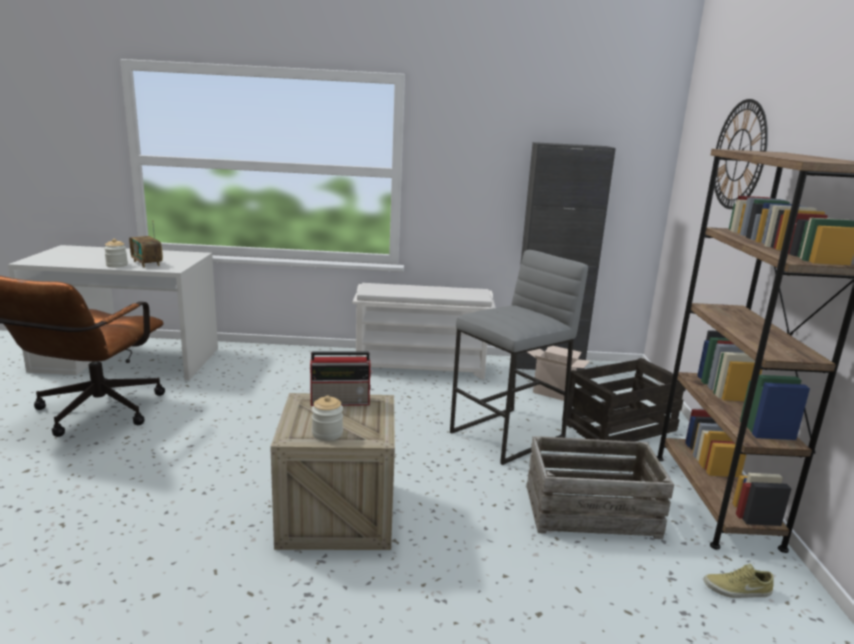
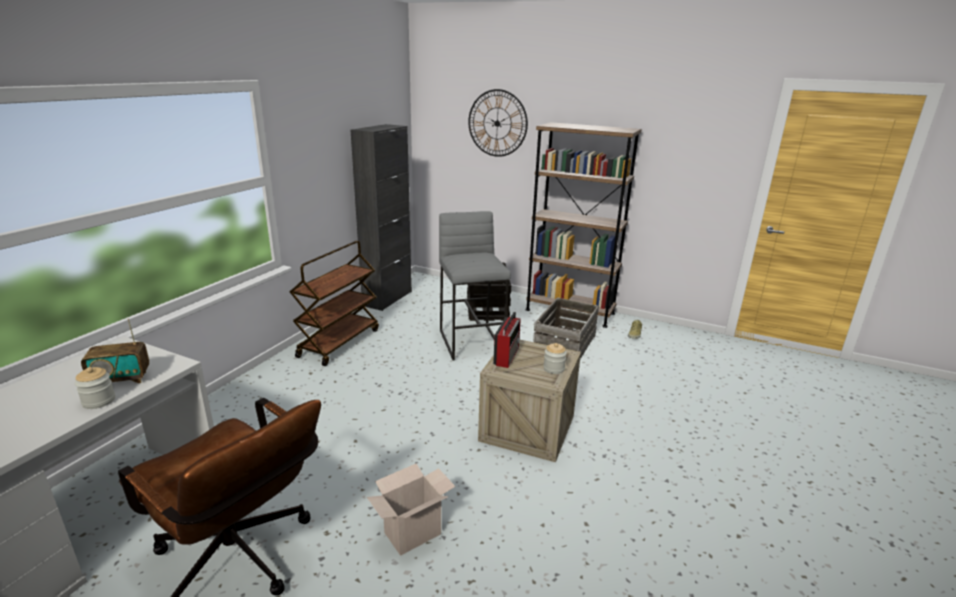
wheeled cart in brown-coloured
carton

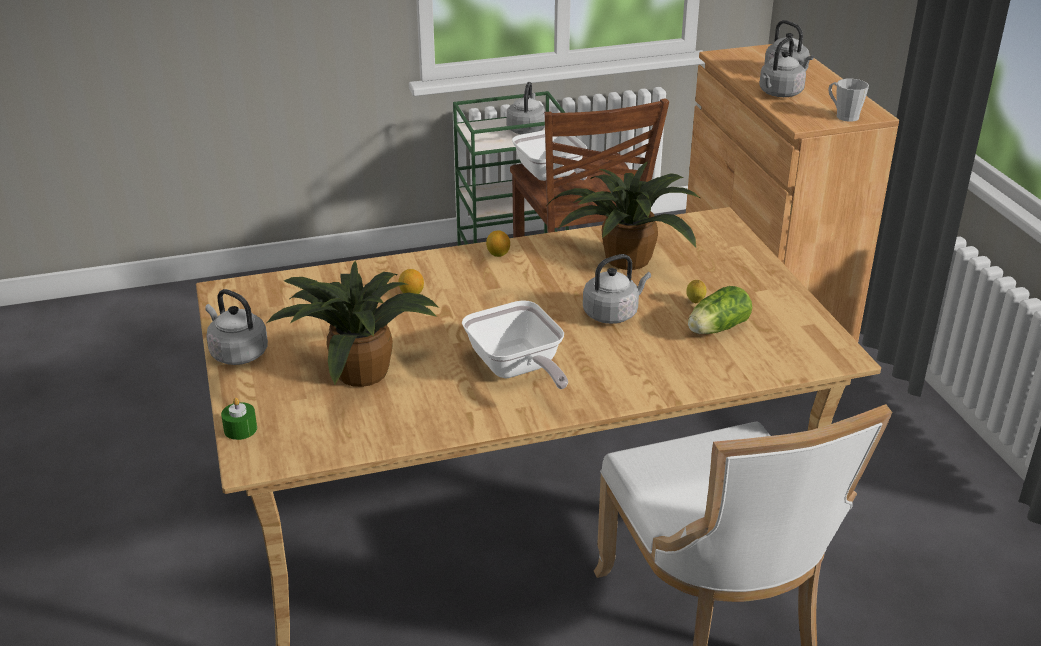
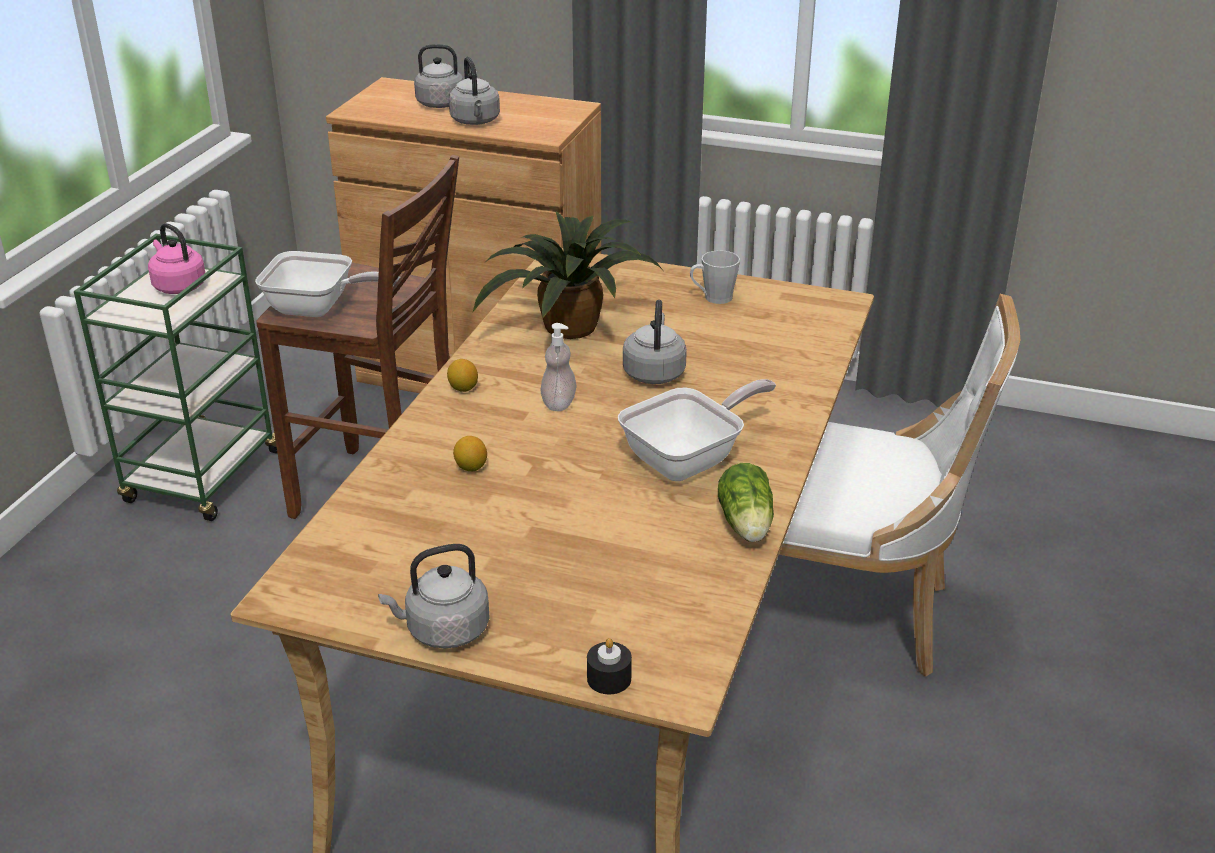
mug in grey
tea kettle in pink
houseplant (1st from left in the first image)
lemon (3rd from left in the first image)
lettuce head
pan (2nd from left)
wax candle in blackish
soap bottle

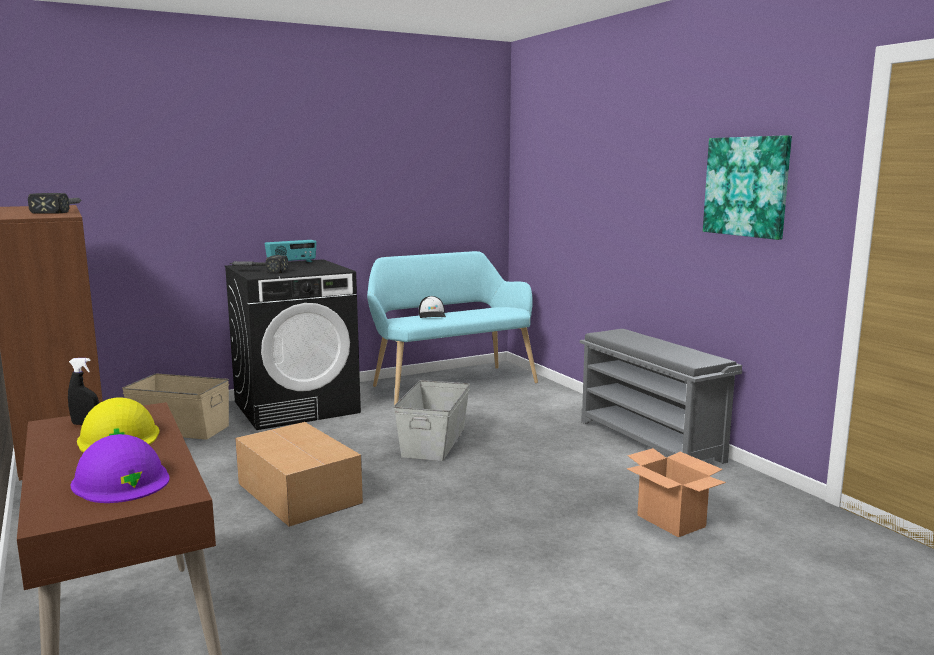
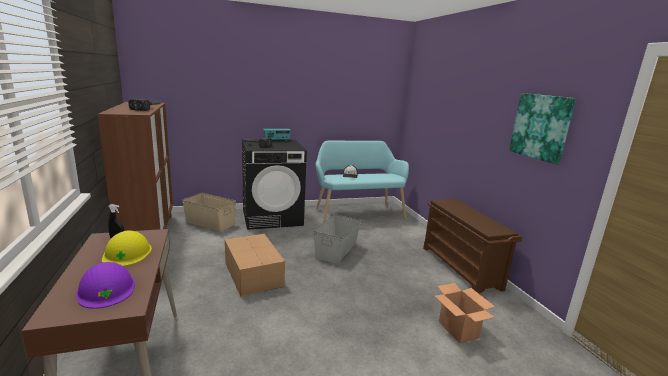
shoe shelf in brown-coloured

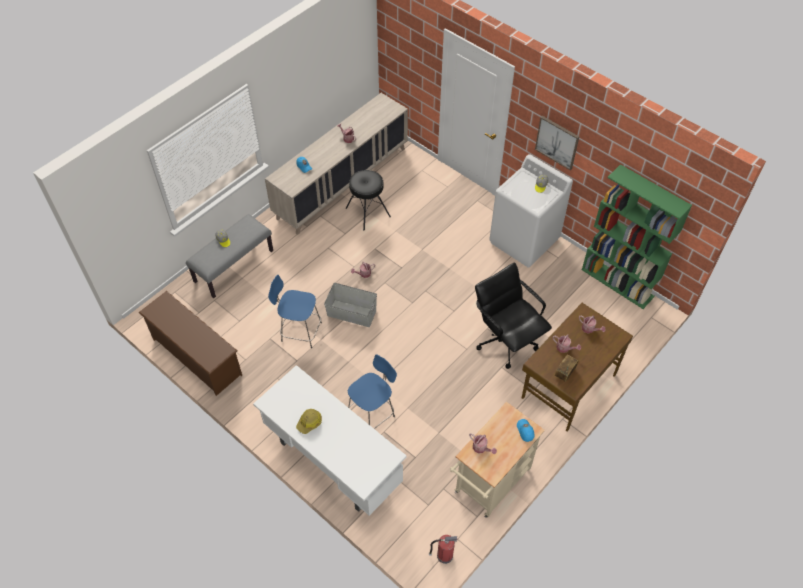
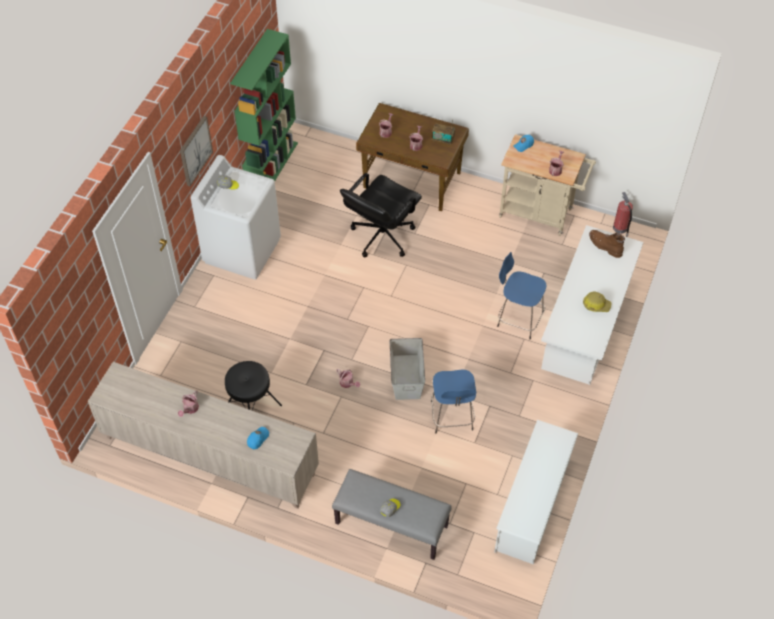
shoe shelf in whitish
boot in brown-coloured

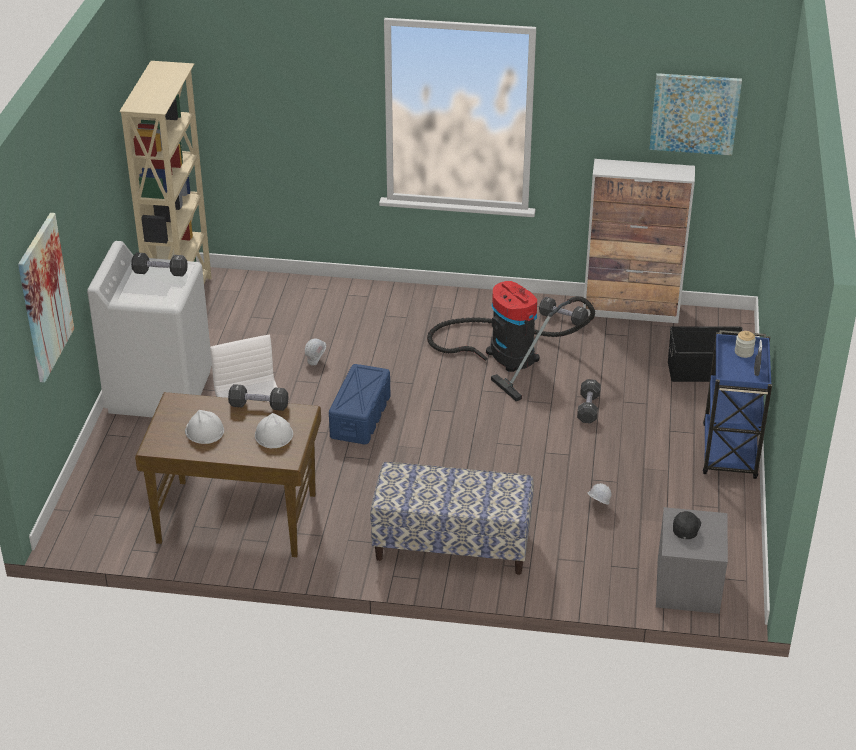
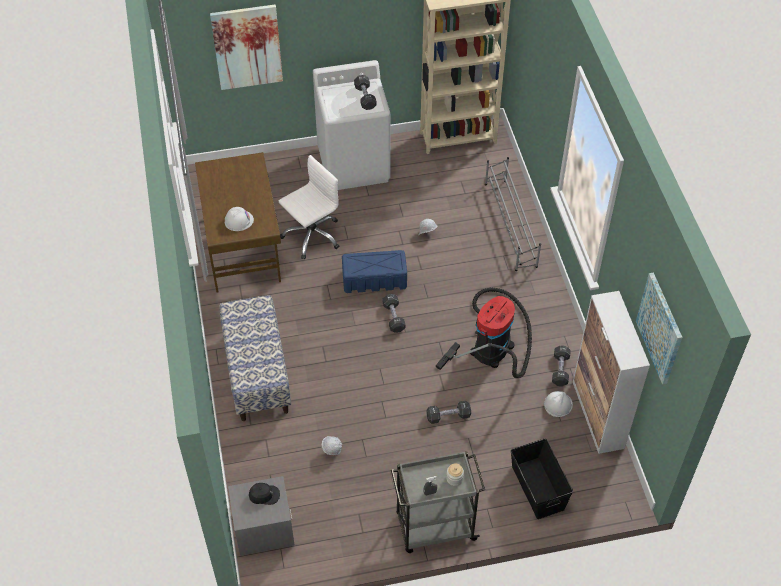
wheeled cart in grey
hand weight in blackish (2nd from left)
work helmet in whitish (4th from left)
shoe shelf in grey

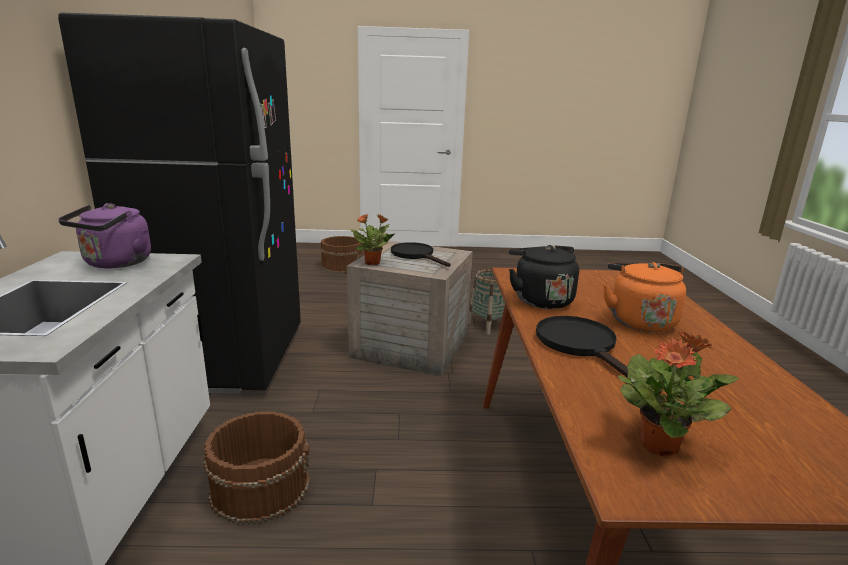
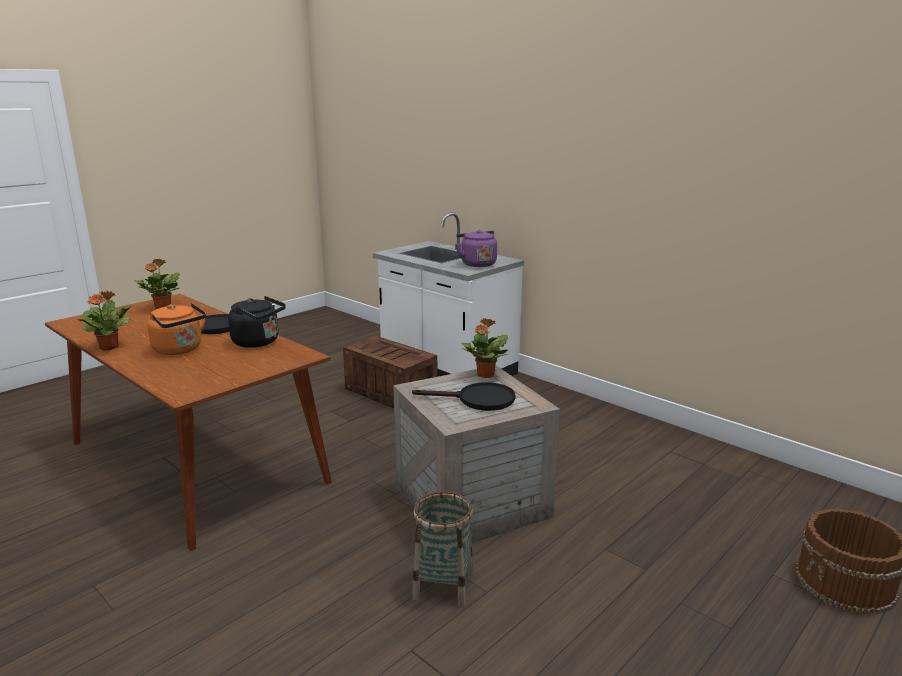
kitchen fridge in blackish
shipping crate (1st from left)
houseplant (1st from left)

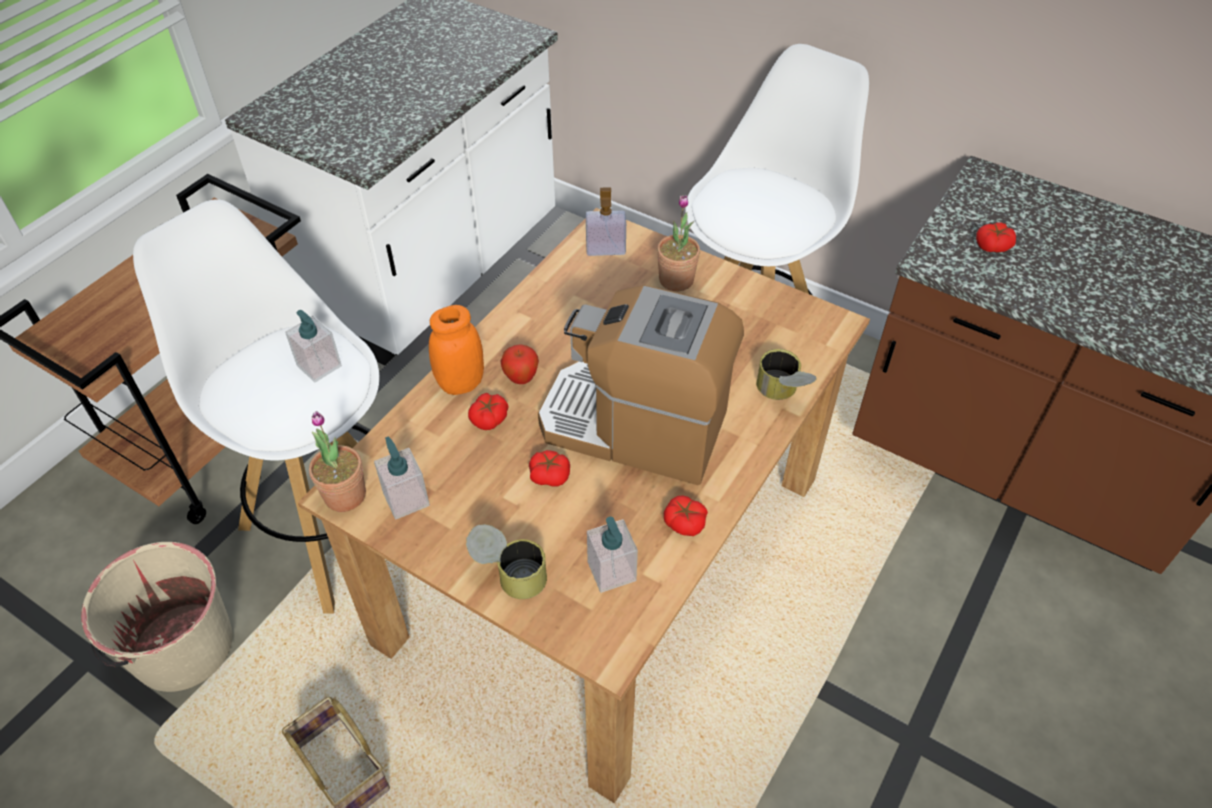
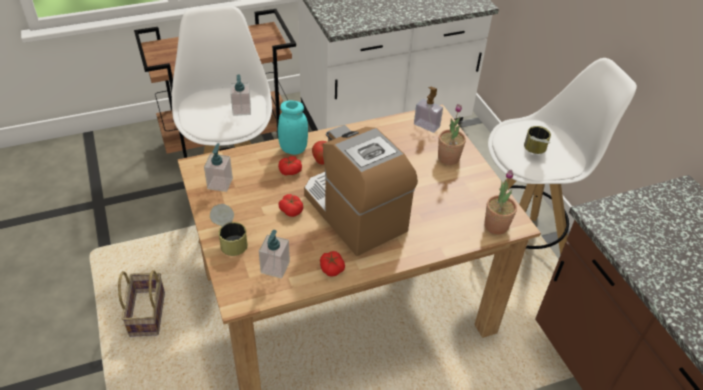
tomato (4th from left in the first image)
storage jar in turquoise
sealed can (2nd from left)
houseplant (2nd from left)
bucket in beige-coloured

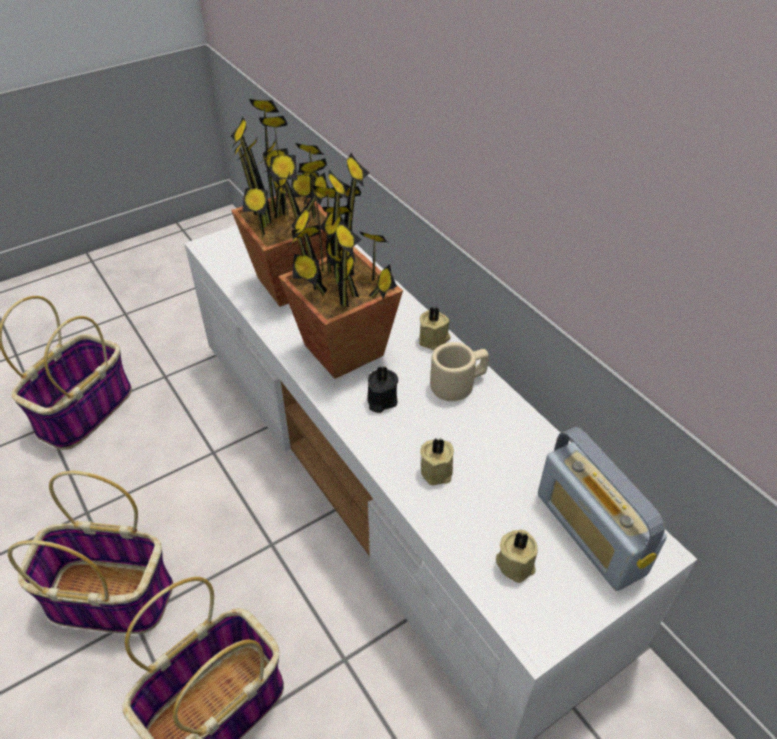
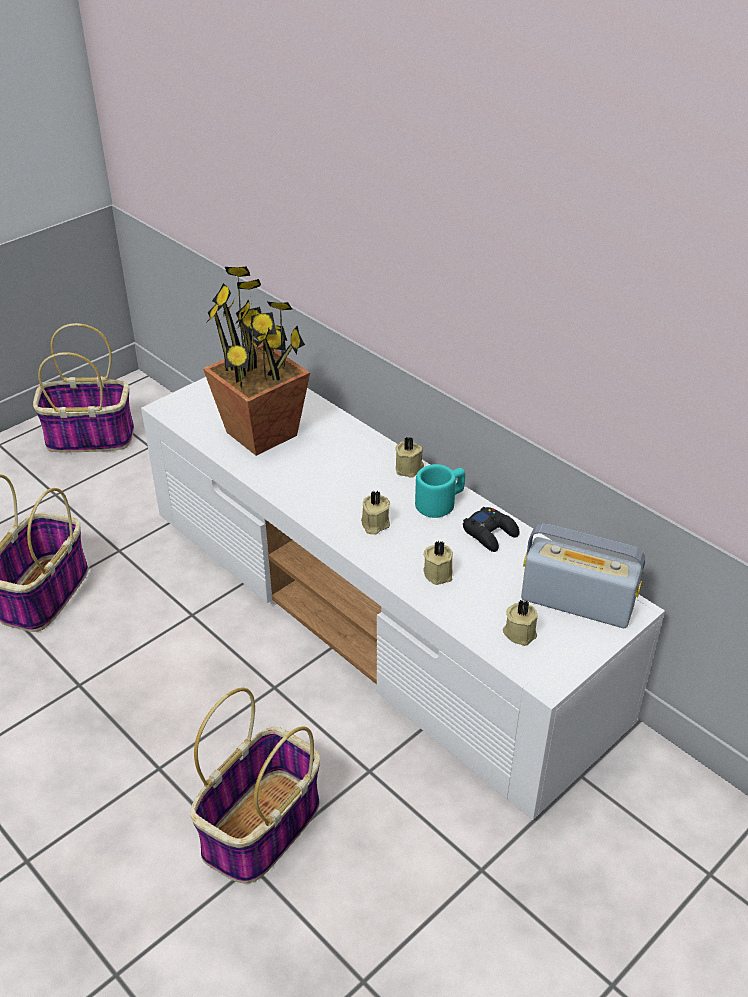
houseplant (2nd from left in the first image)
mug in turquoise
wax candle in beige-coloured (1st from left)
radio
basket (2nd from left)
gamepad in blackish

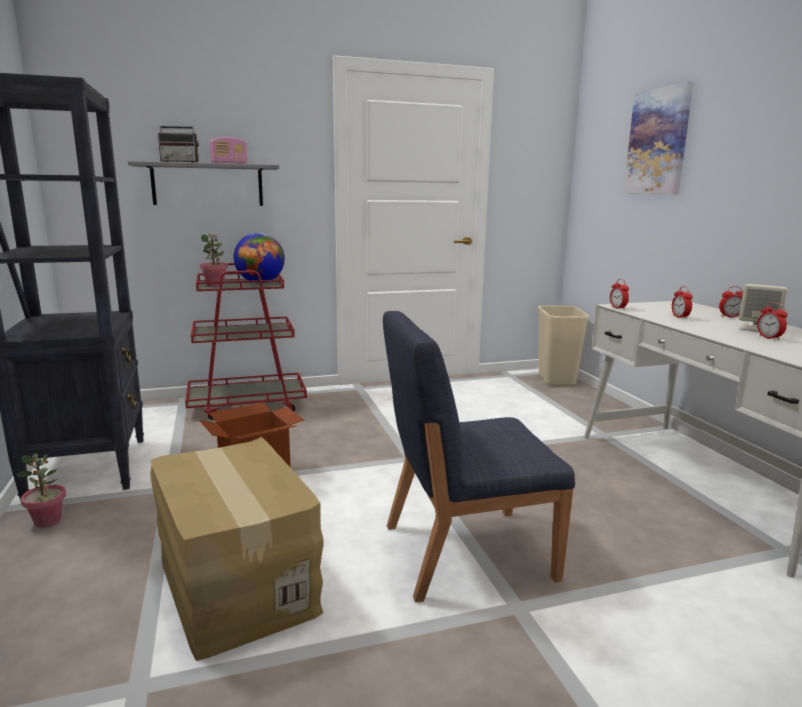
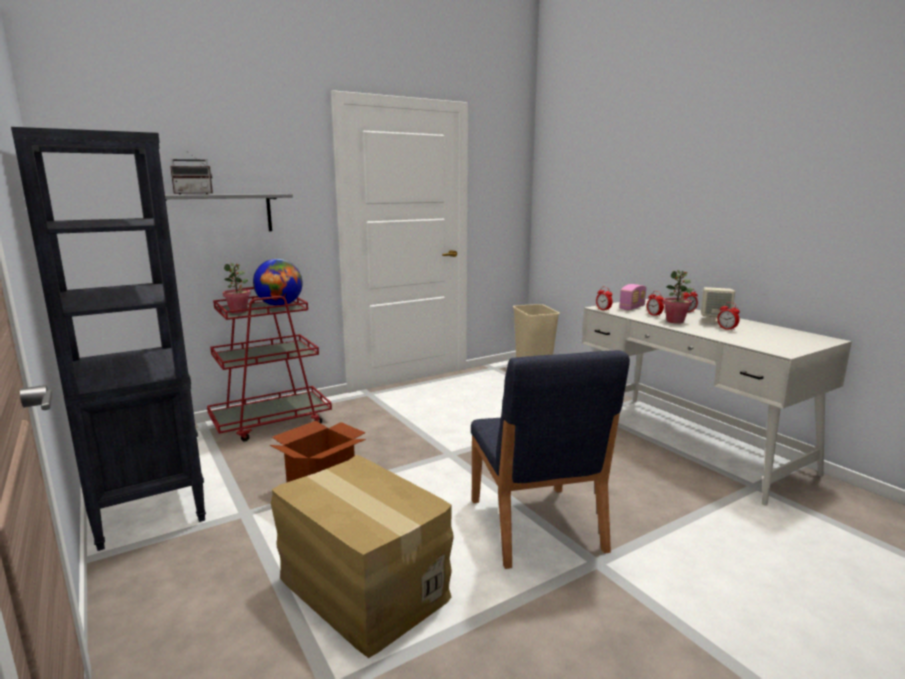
wall art
radio (2nd from left)
upright chair in blue
houseplant (2nd from left)

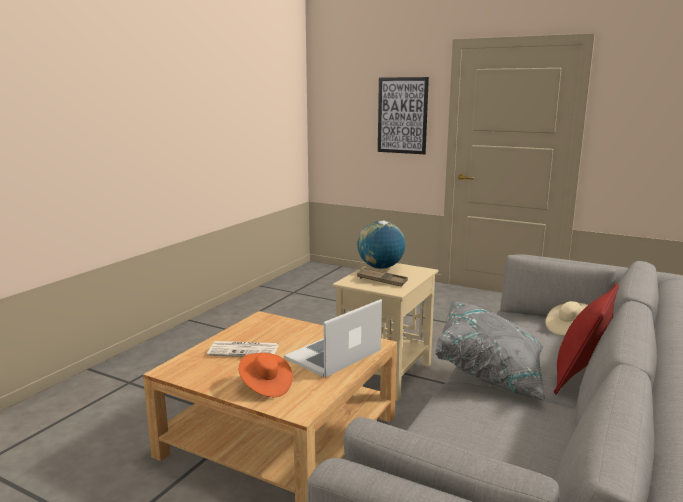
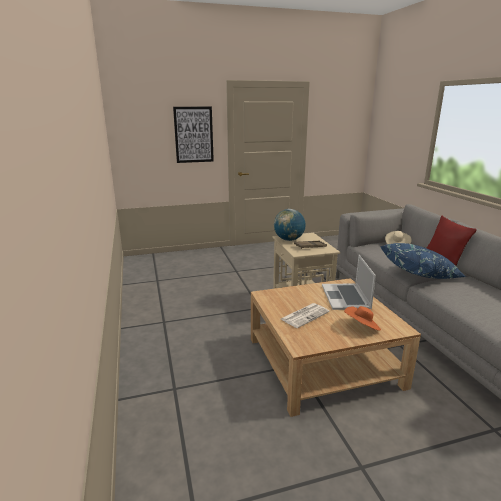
pillow in blue

